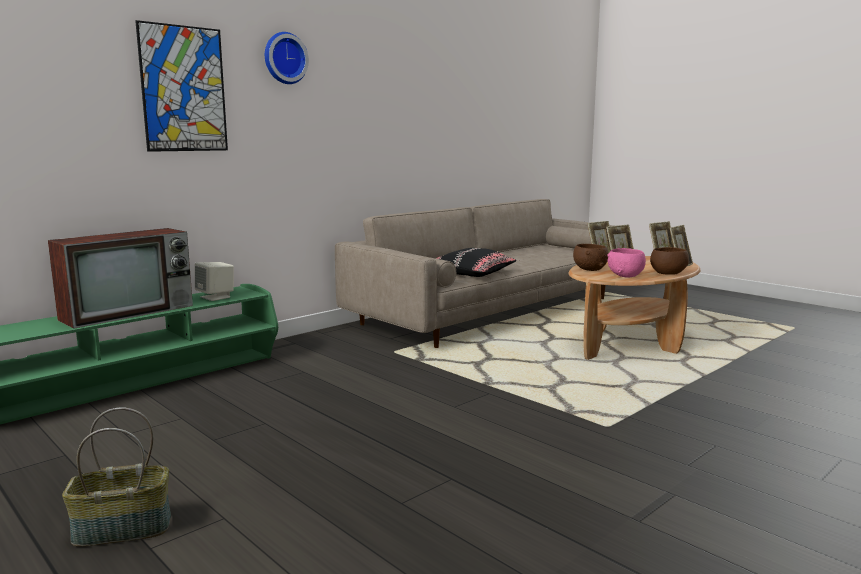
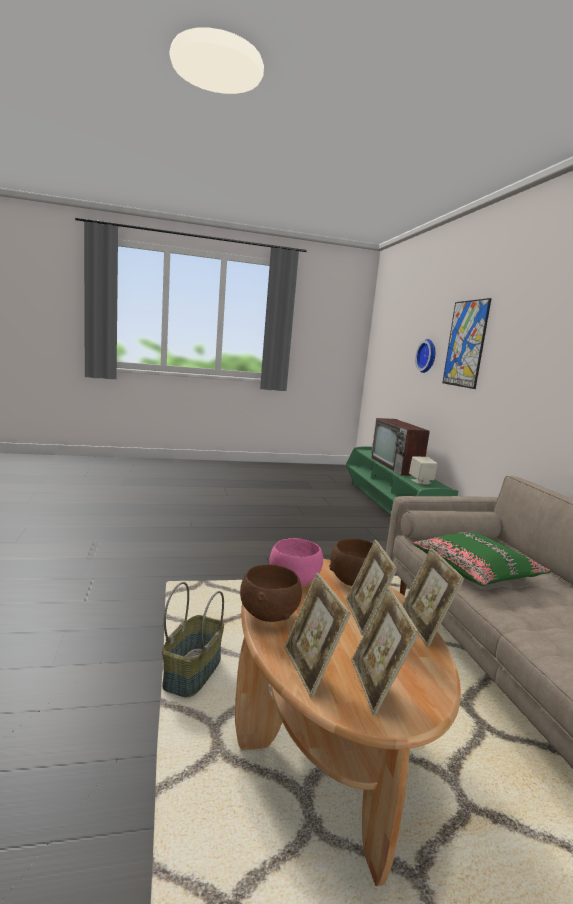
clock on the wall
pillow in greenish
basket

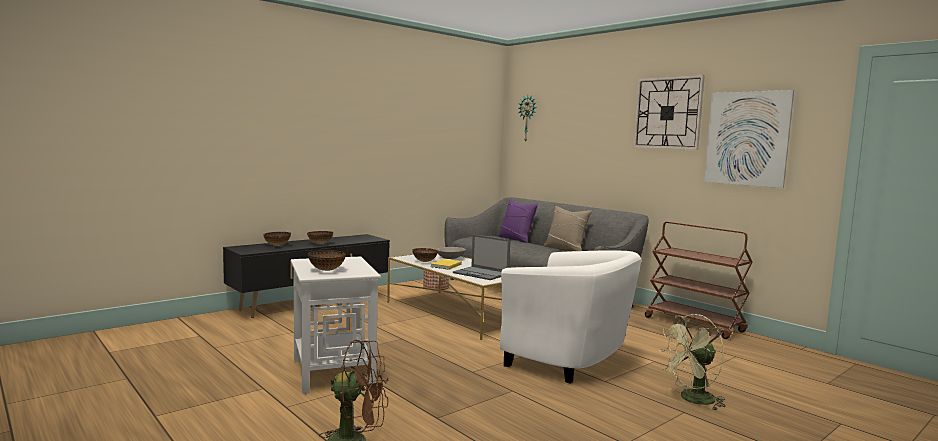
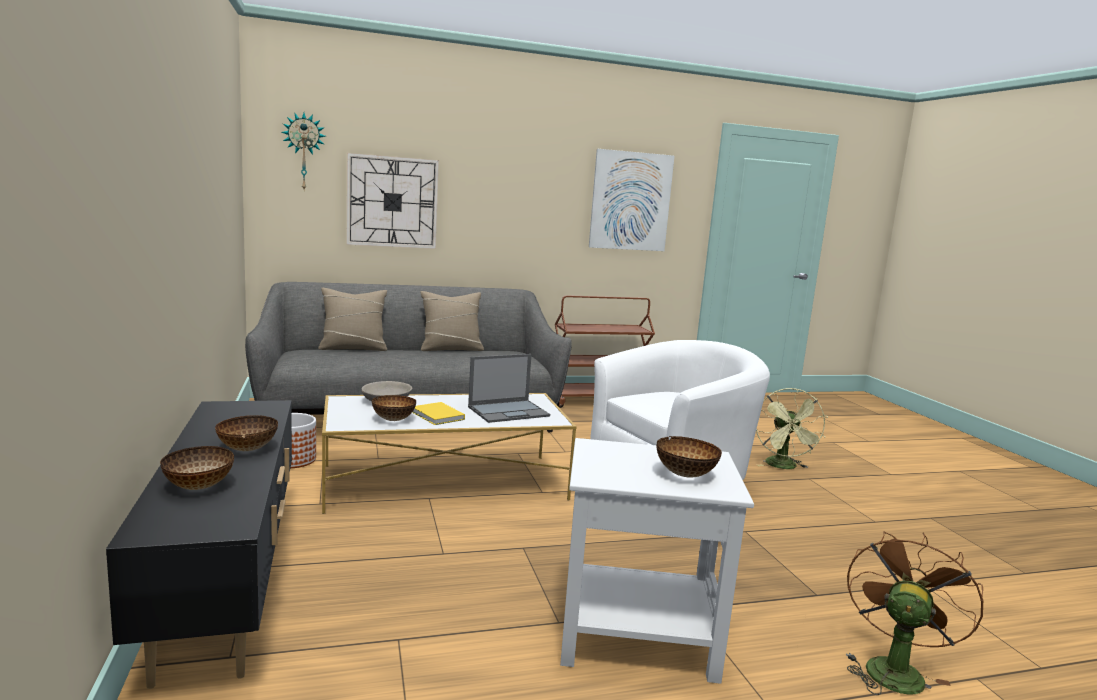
clock on the wall (2nd from left)
pillow in beige-coloured (1st from left)

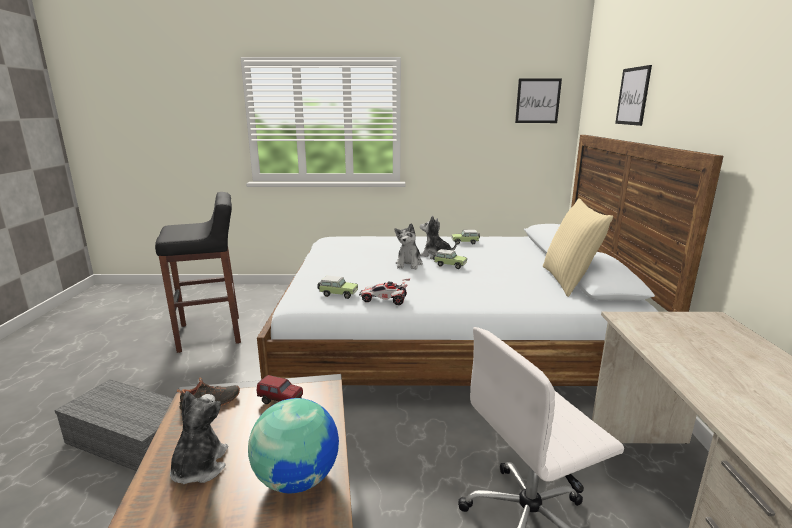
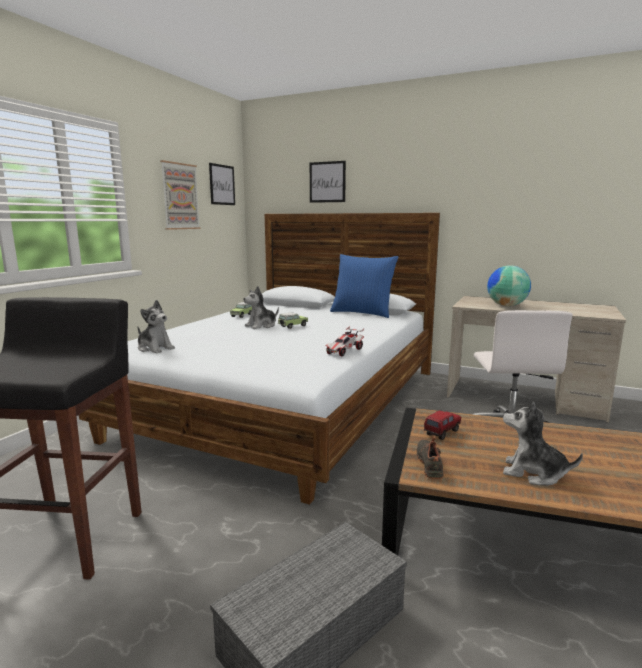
pillow in blue
soft toy (1st from left)
model car (1st from left in the first image)
desk globe
wall art (1st from left)

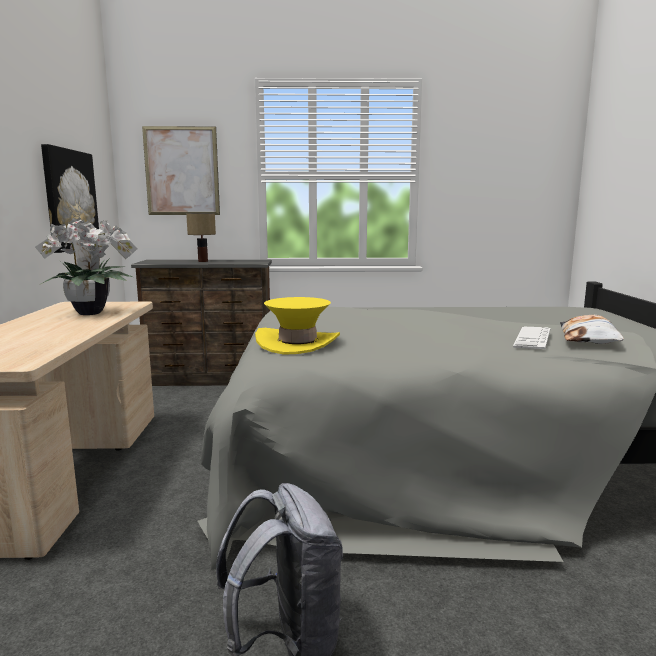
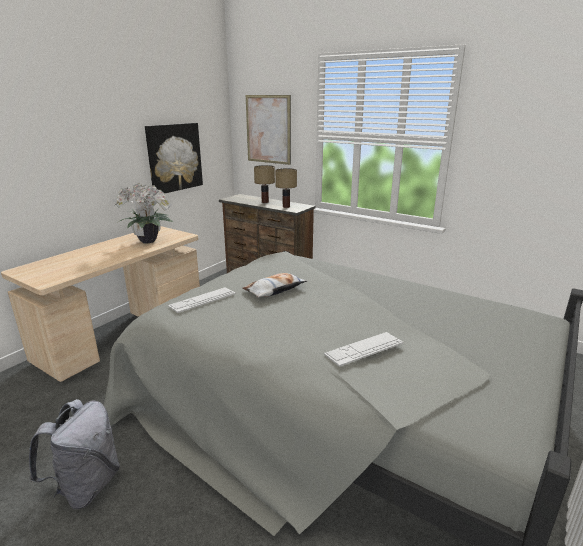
computer keyboard (1st from left)
pillow
lamp for a table (2nd from left)

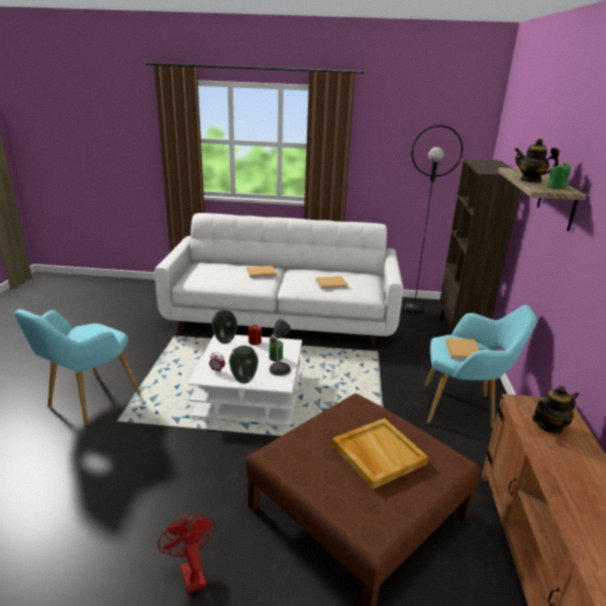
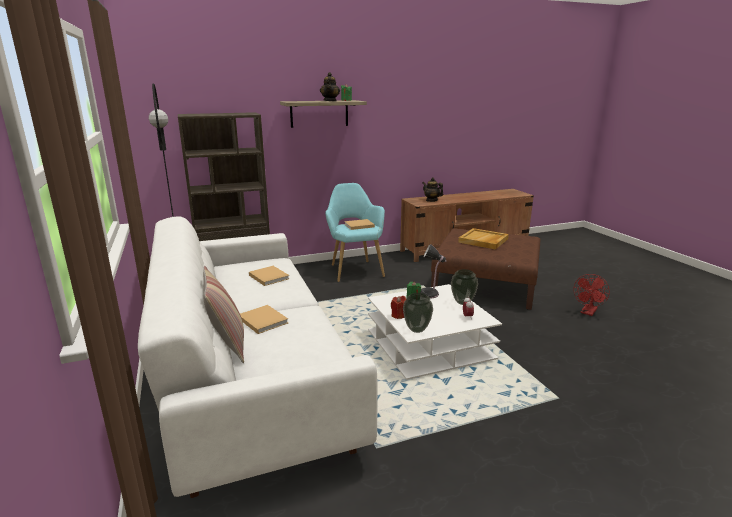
armchair in turquoise (1st from left in the first image)
pillow

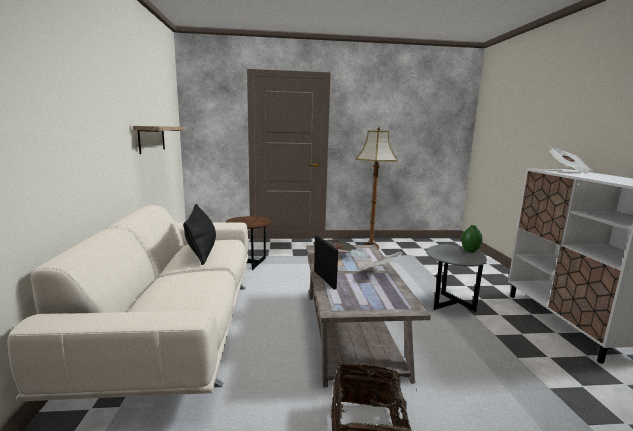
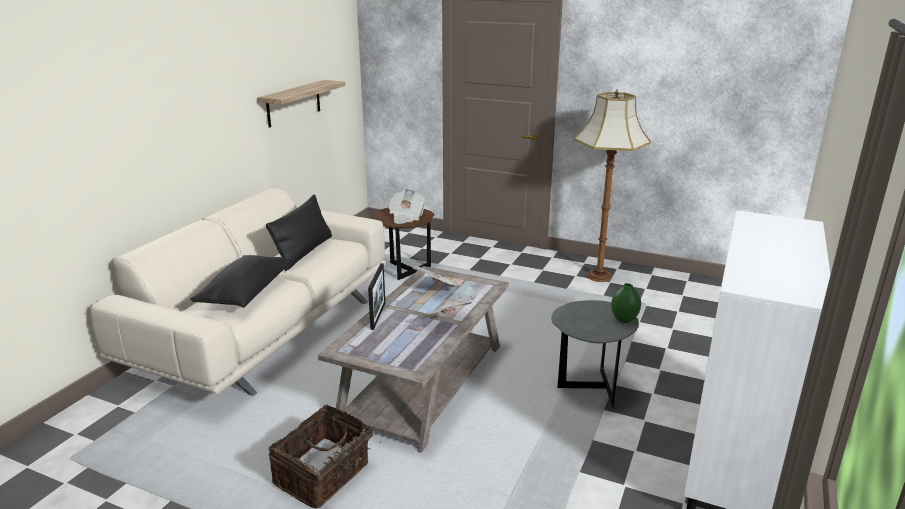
newspaper (1st from left)
pillow in blackish (1st from left)

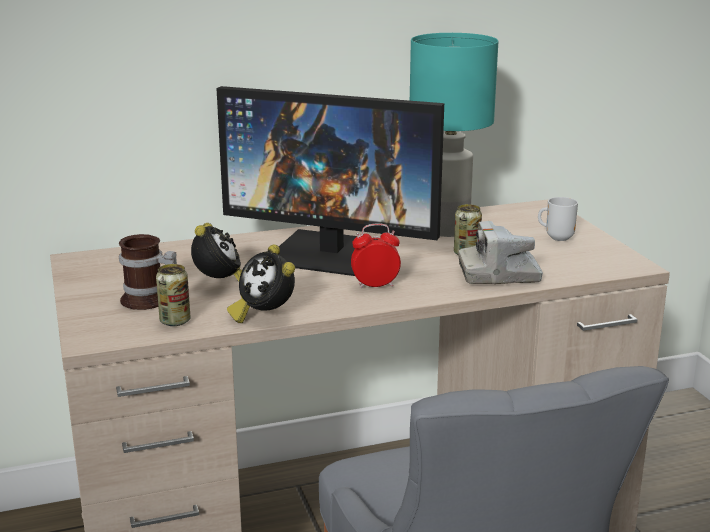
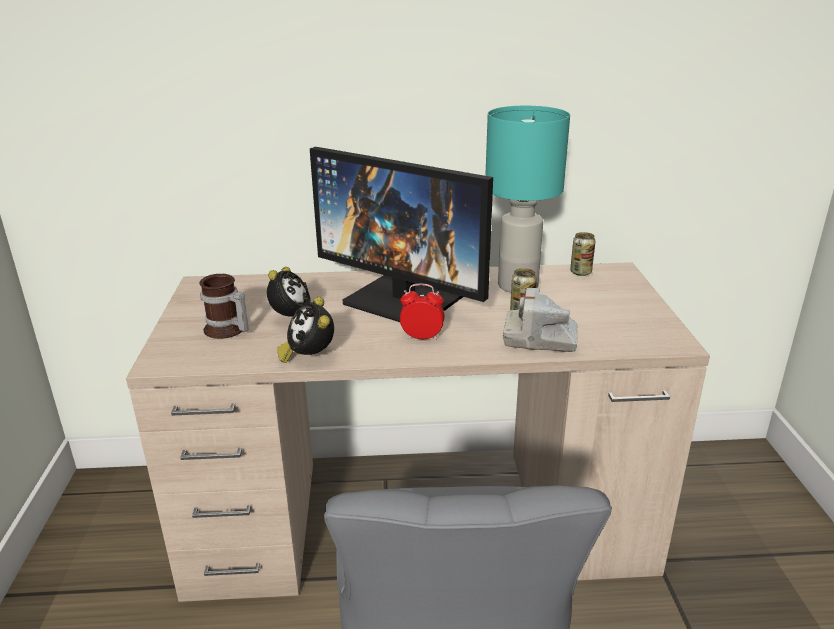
mug (2nd from left in the first image)
sealed can (2nd from left)

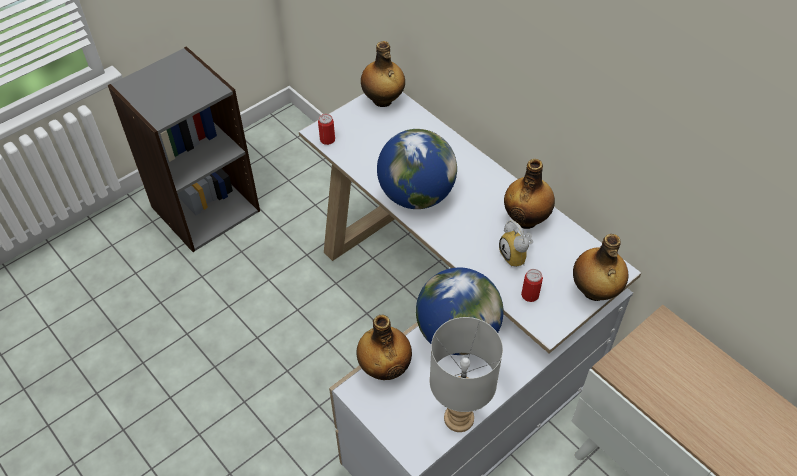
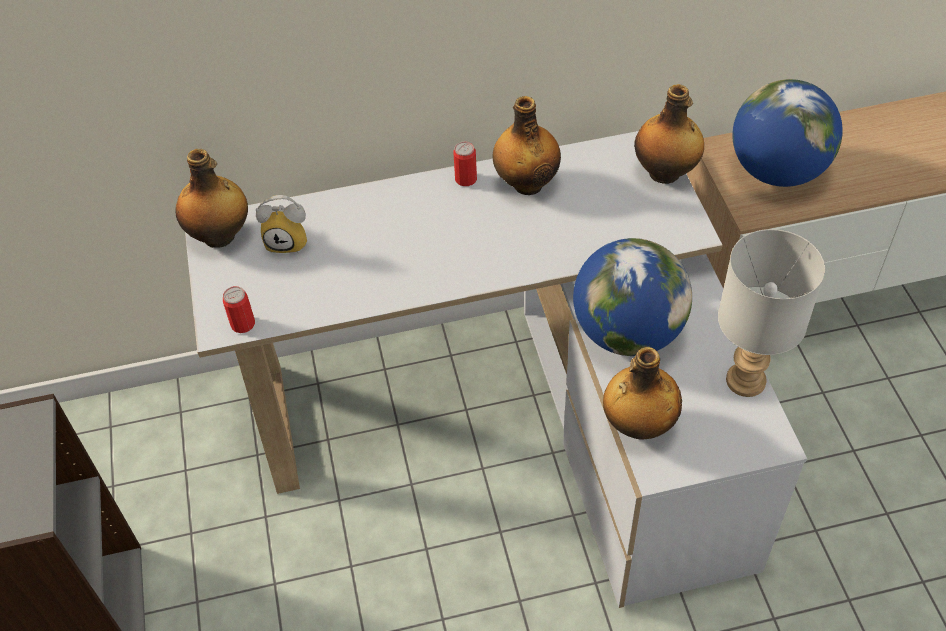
desk globe (2nd from left)
table clock
sealed can (2nd from left)

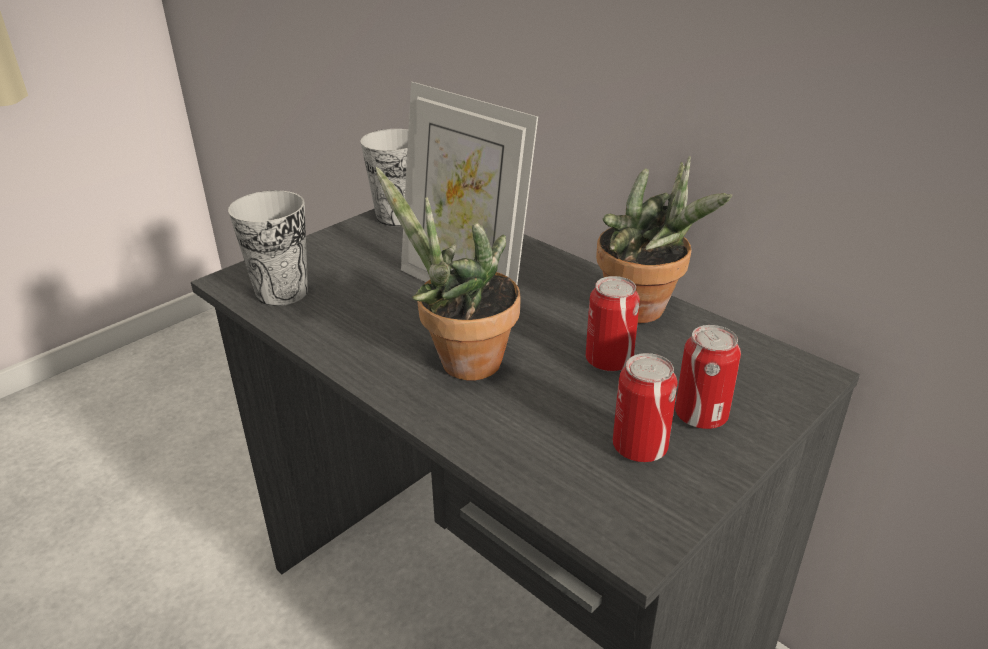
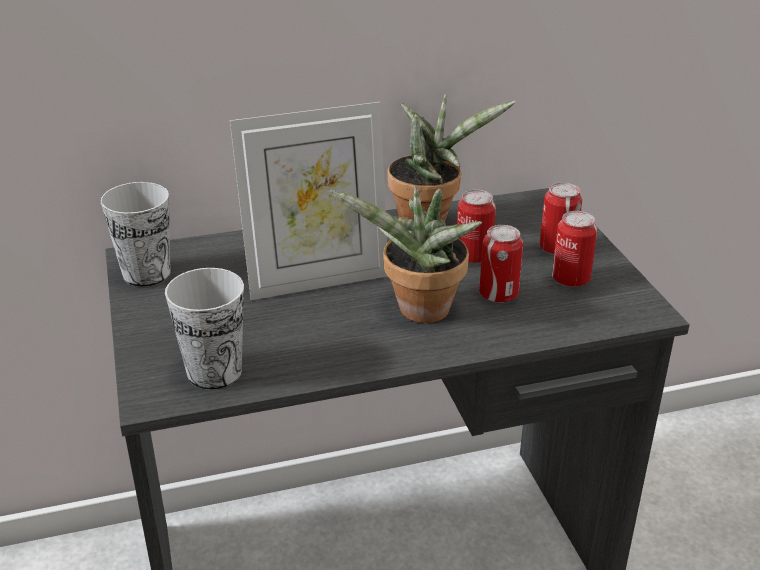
sealed can (2nd from left)

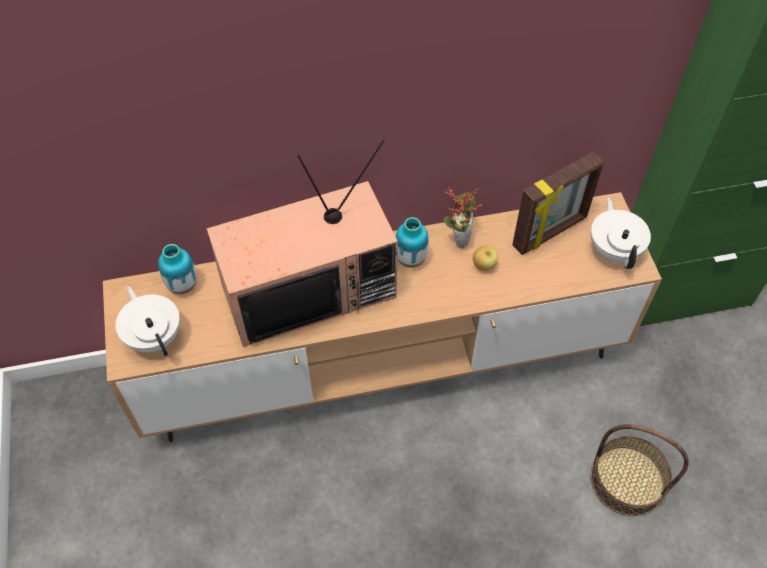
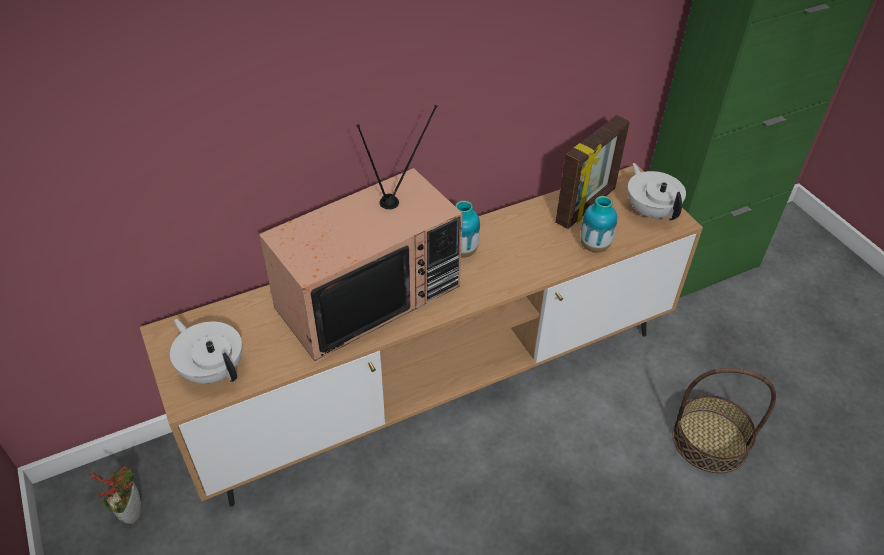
houseplant
decorative vase (2nd from left)
apple fruit

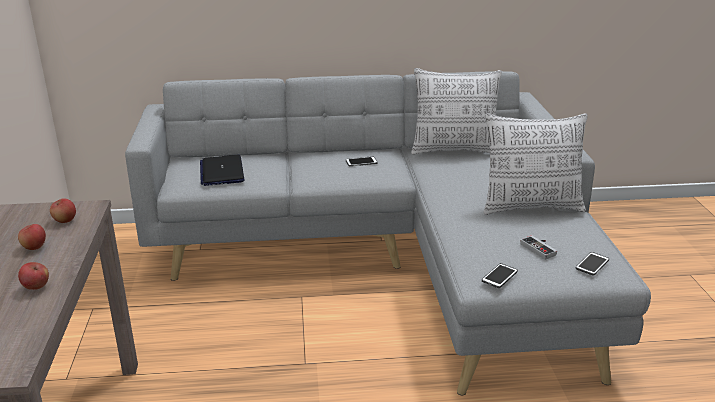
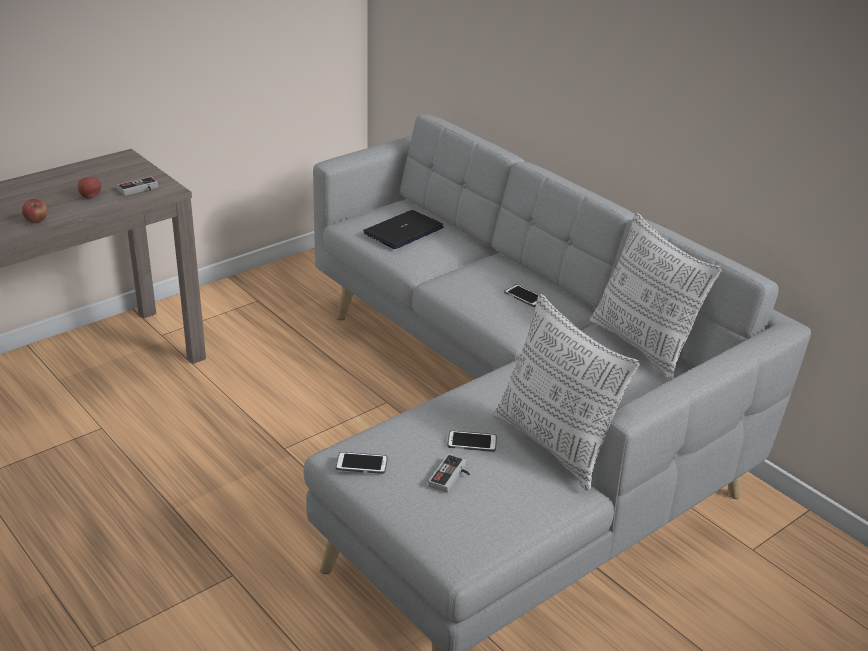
gamepad (1st from left)
handset (2nd from left)

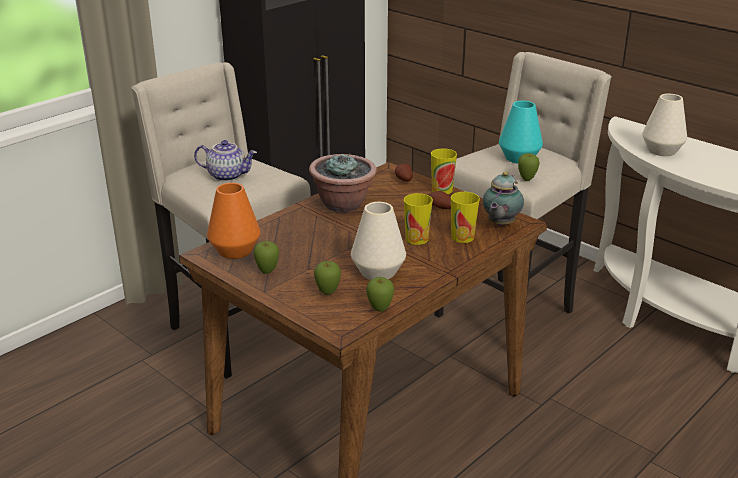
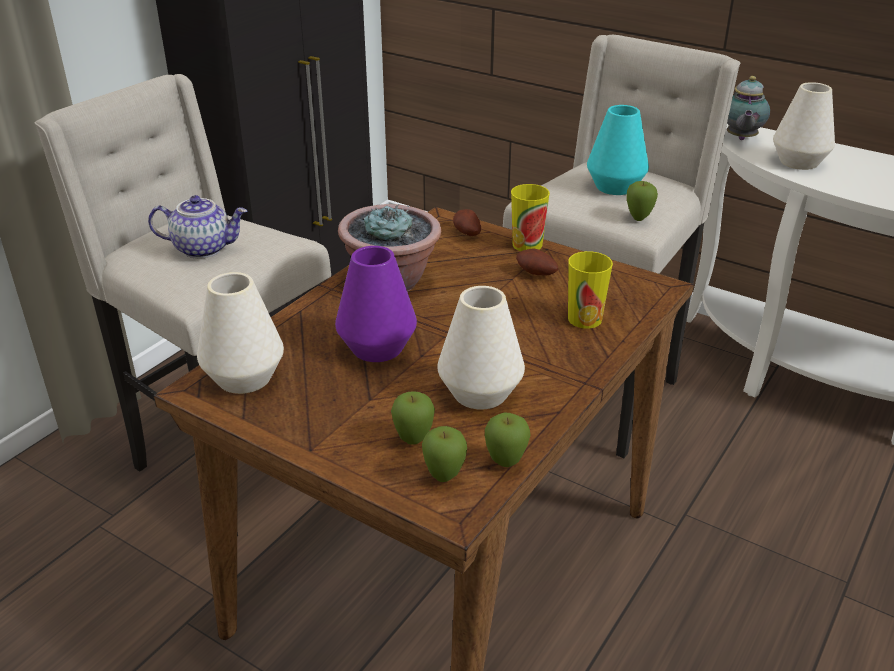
pot for tea (2nd from left)
decorative vase in whitish (1st from left)
small cup (1st from left in the first image)
apple fruit (2nd from left)
decorative vase in purplish

